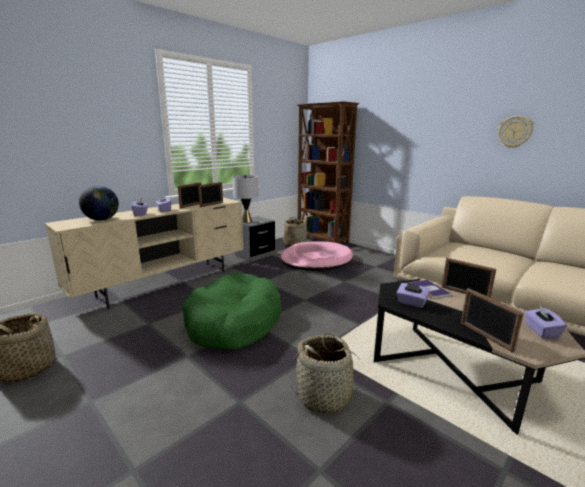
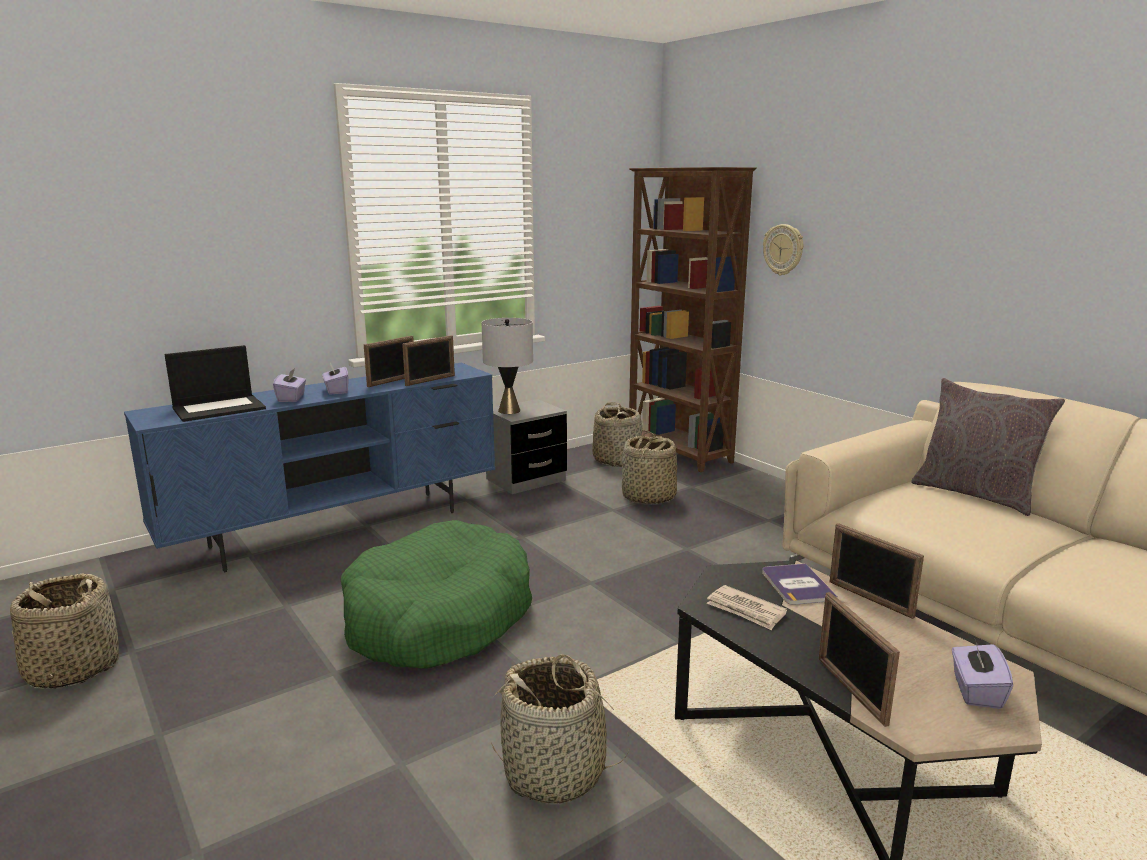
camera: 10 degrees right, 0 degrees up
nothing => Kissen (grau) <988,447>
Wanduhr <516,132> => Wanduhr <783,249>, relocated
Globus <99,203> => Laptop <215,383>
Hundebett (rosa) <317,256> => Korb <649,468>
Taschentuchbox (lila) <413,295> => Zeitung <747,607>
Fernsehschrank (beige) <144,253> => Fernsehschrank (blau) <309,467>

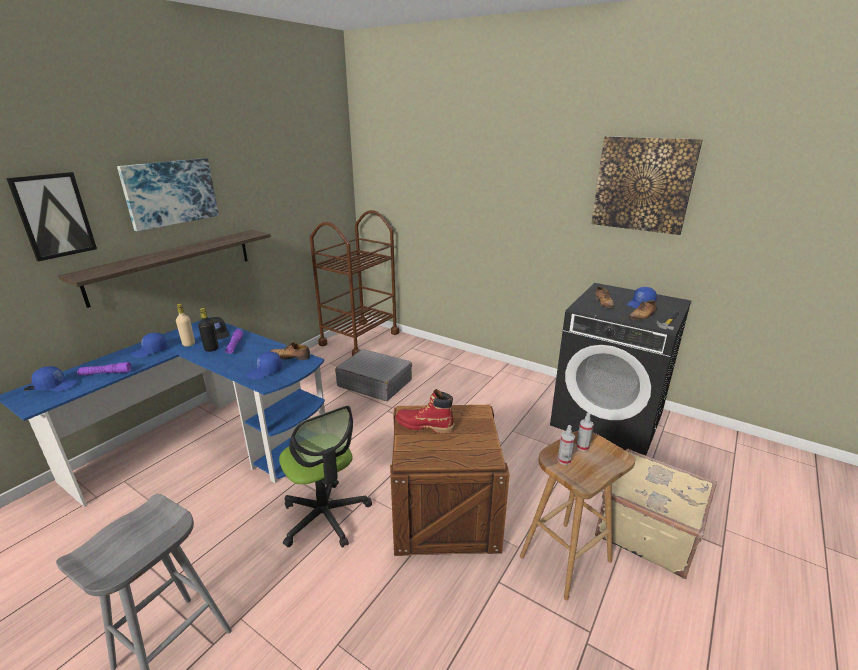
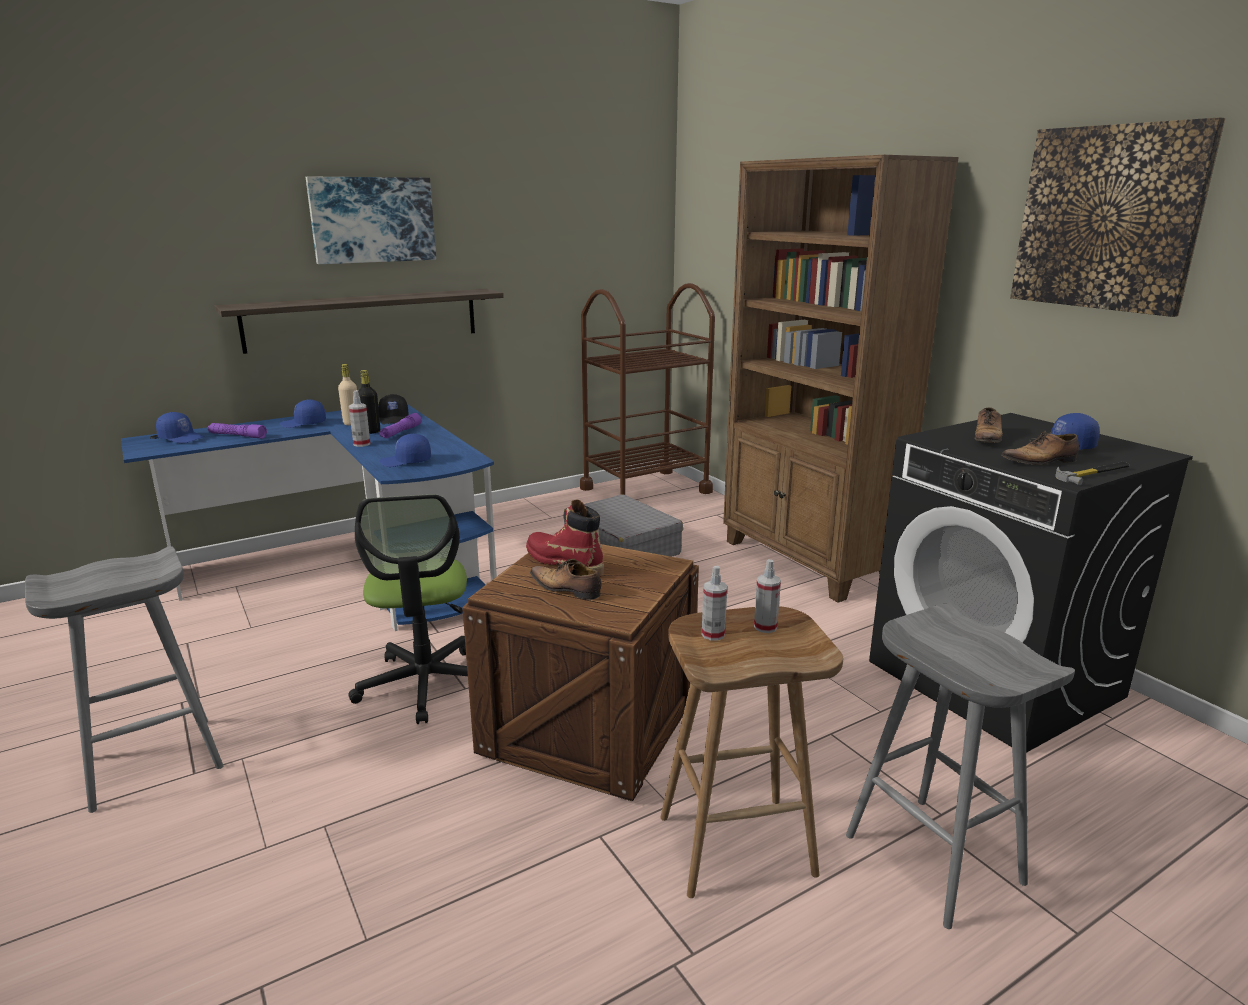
camera: 25 degrees right, 5 degrees down
Bild <51,216> => nothing
nothing => Sprühflasche <360,418>
nothing => Bücherregal (braun) <841,379>
Schuh <290,351> => Schuh <566,579>, relocated
Koffer (beige) <656,514> => Hocker (grau) <960,766>

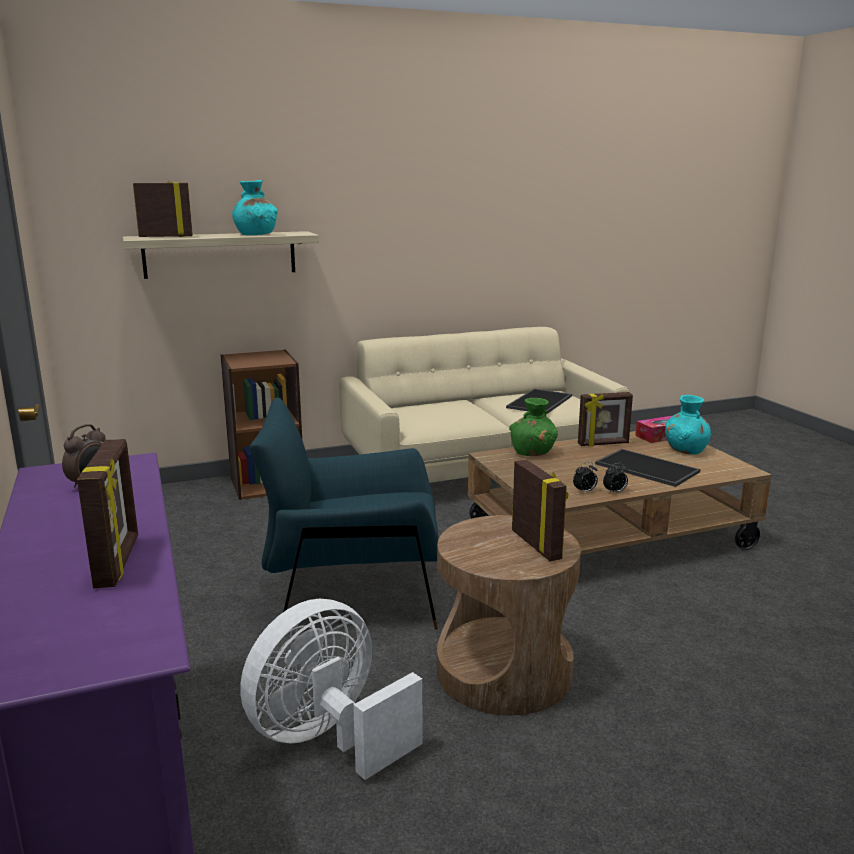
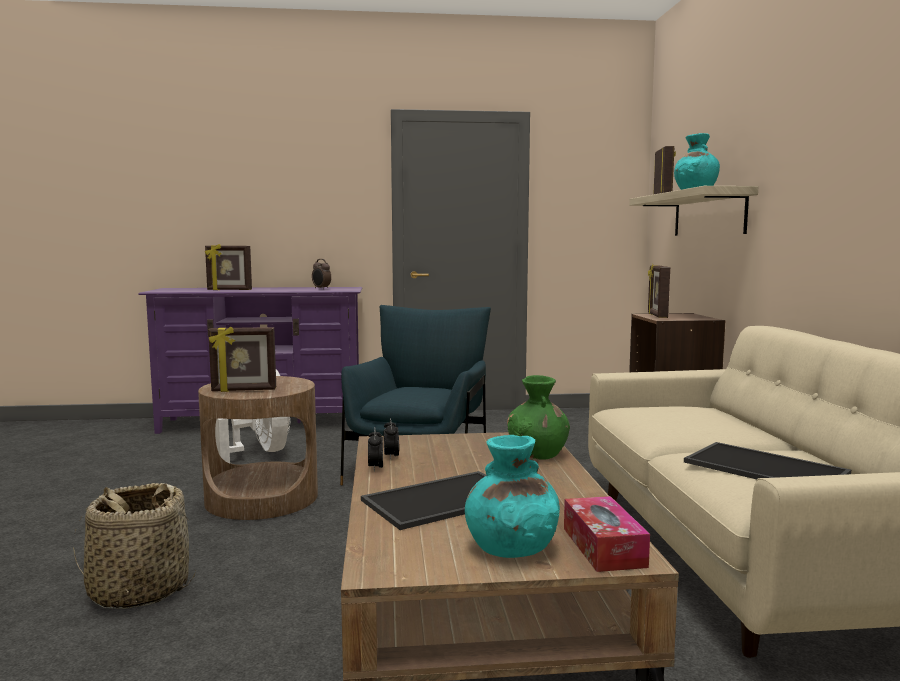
camera: 105 degrees right, 10 degrees down
nothing => Korb <134,546>
Bilderrahmen <605,419> => Bilderrahmen <659,291>, relocated

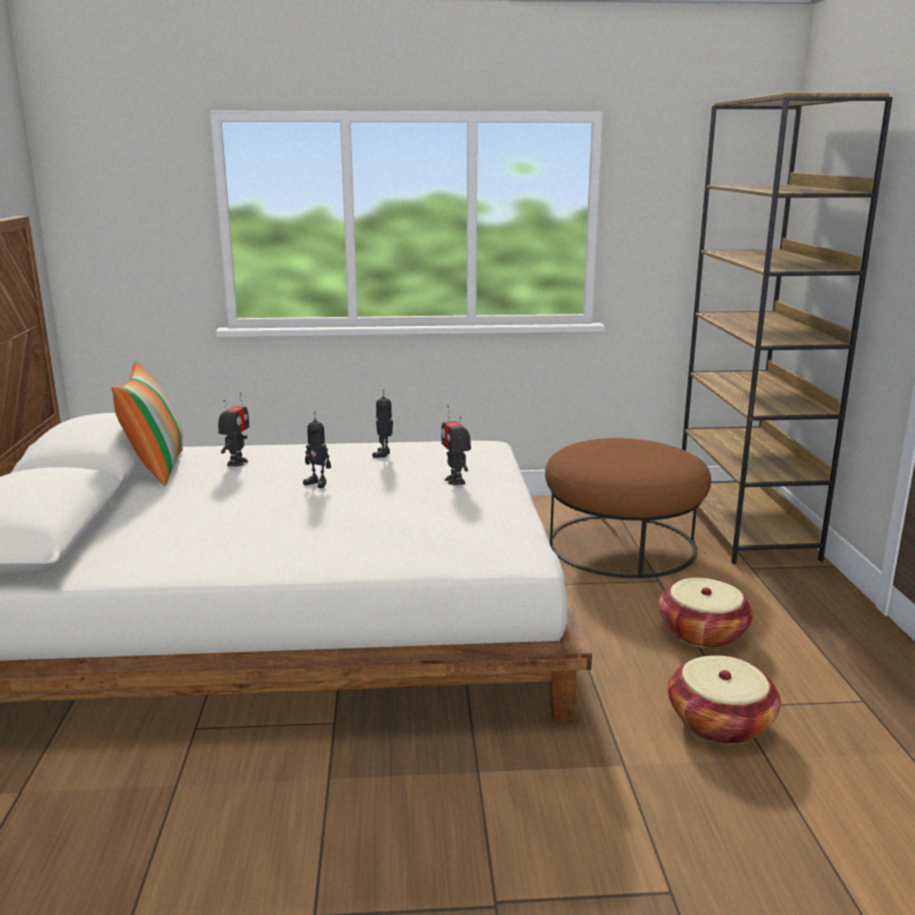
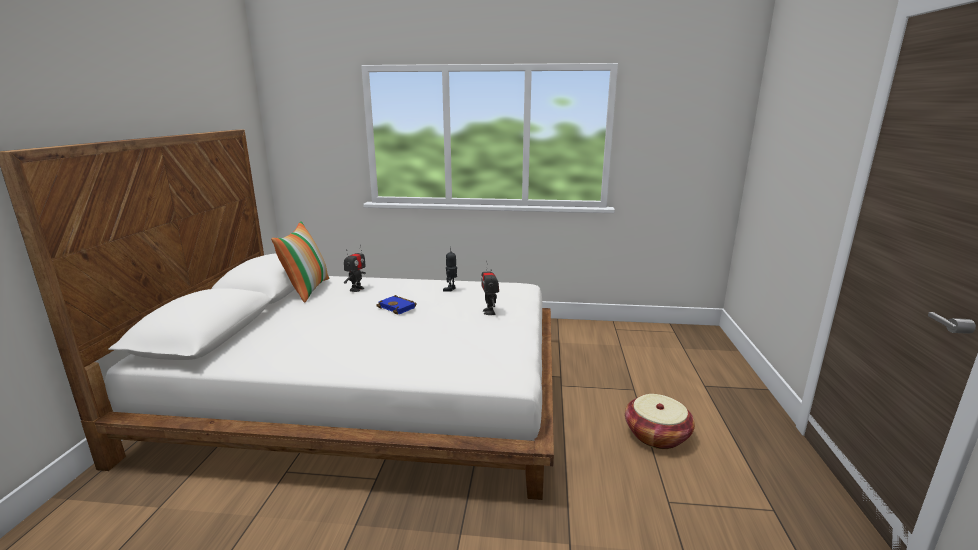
camera: 10 degrees right, 0 degrees up
Polsterhocker (braun) <628,508> => nothing
Korb <724,699> => nothing
Bücherregal (braun) <787,328> => nothing
Spielzeugroboter <317,450> => Buch (blau) <396,305>

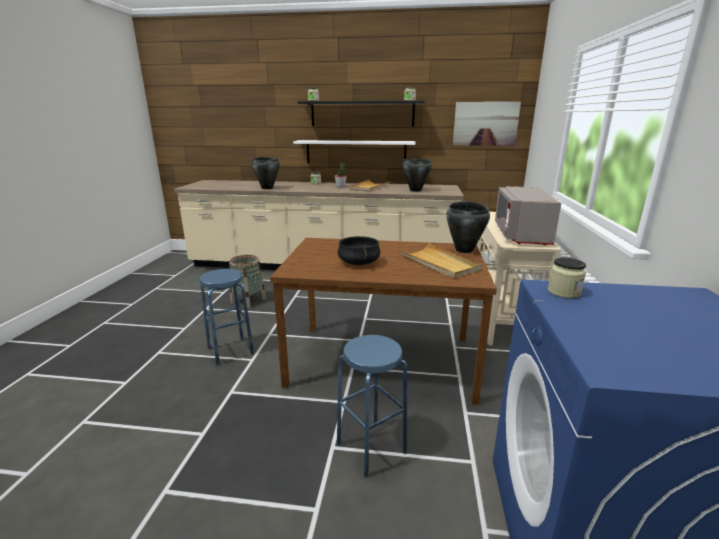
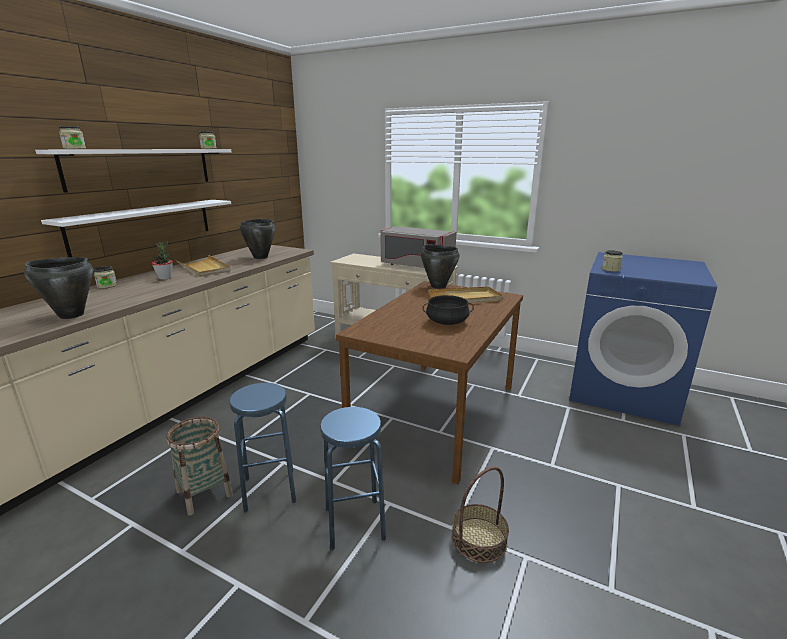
camera: 70 degrees left, 0 degrees up
Bild <487,124> => nothing
nothing => Korb <480,515>
Hocker (blau) <372,406> => Hocker (blau) <263,448>, relocated
Wandregal (schwarz) <361,114> => Wandregal (weiß) <133,171>

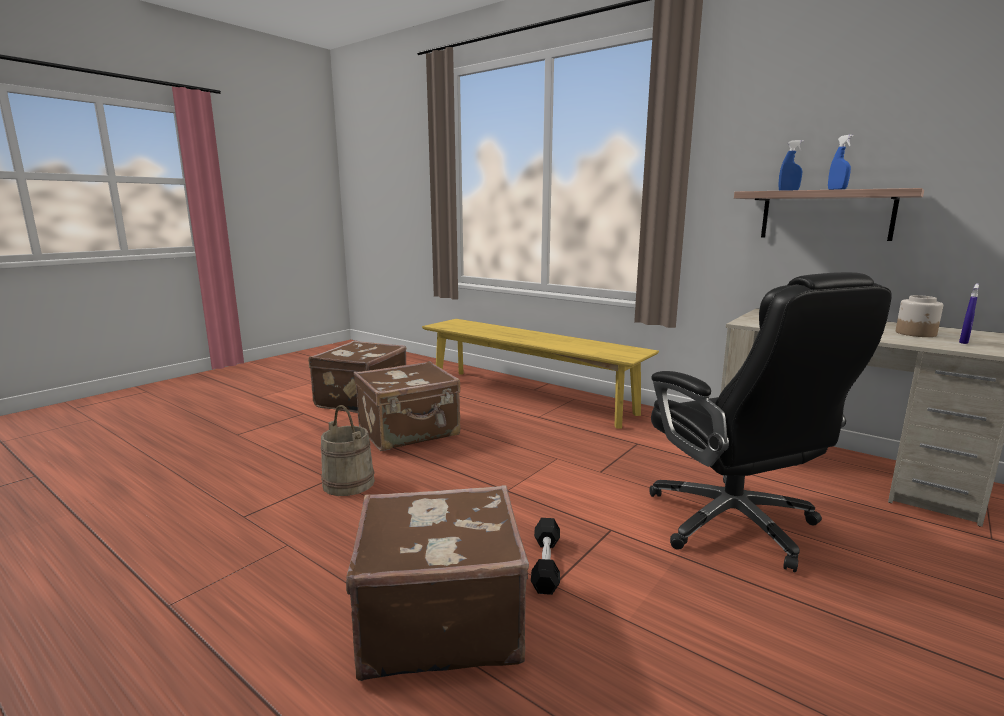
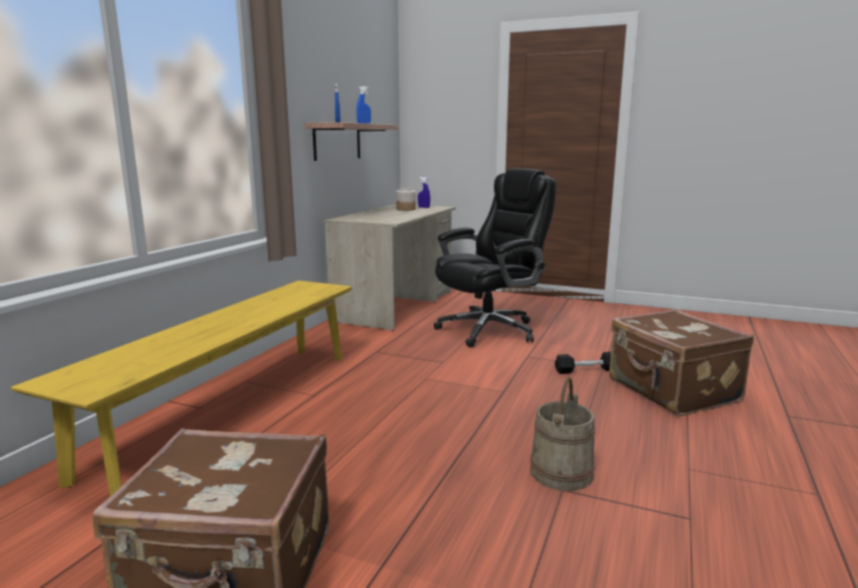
camera: 105 degrees left, 0 degrees up
Koffer (braun) <407,406> => nothing

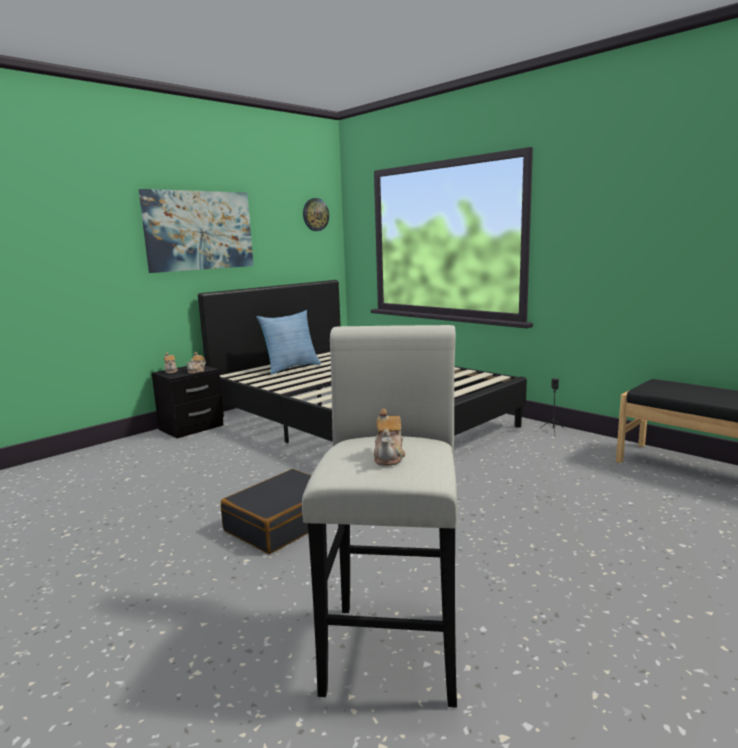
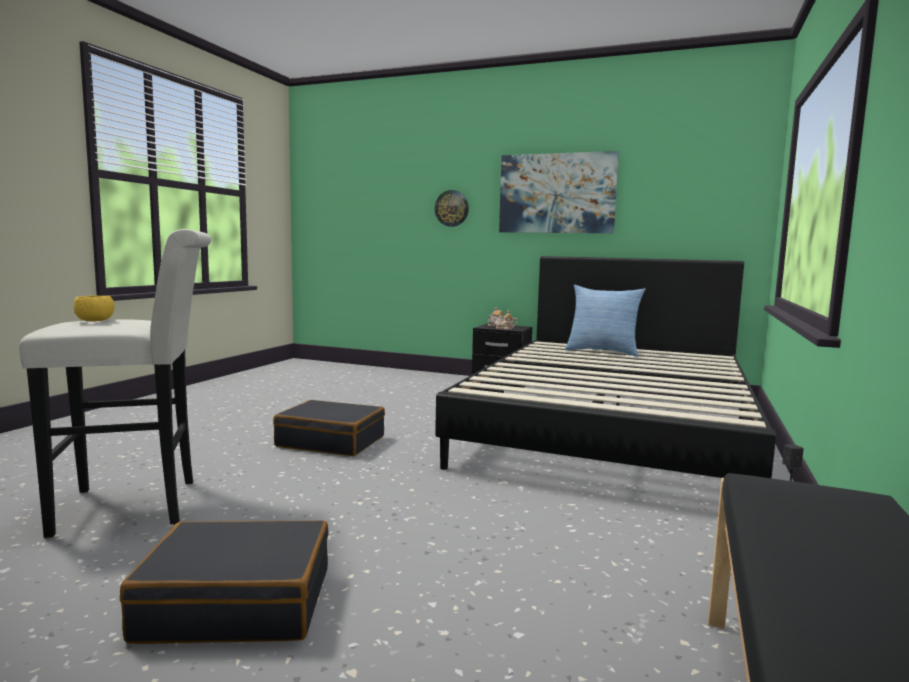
camera: 65 degrees right, 5 degrees down
nothing => Koffer (schwarz) <224,582>
Wanduhr <316,214> => Wanduhr <452,208>, relocated
Teekanne <389,437> => Schüssel (gelb) <94,308>

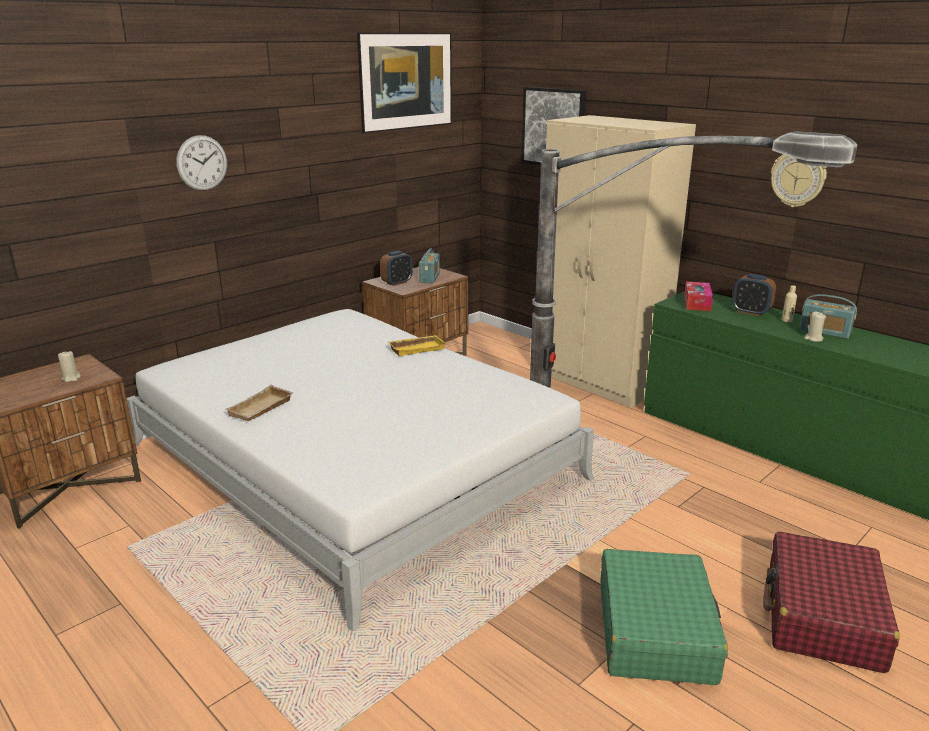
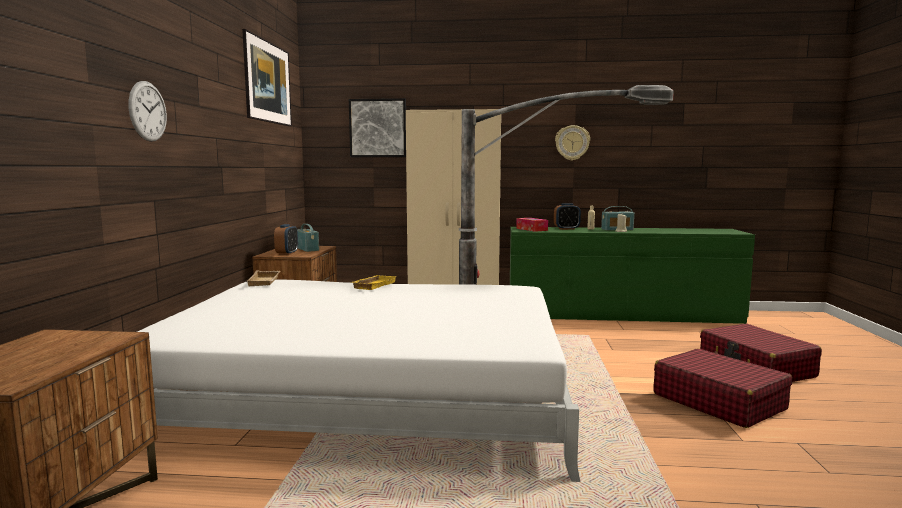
camera: 40 degrees left, 15 degrees down
Kerze (beige) <69,366> => nothing
Tablett (beige) <260,403> => Tablett (beige) <263,278>, relocated
Koffer (grün) <664,617> => Koffer (rot) <723,388>

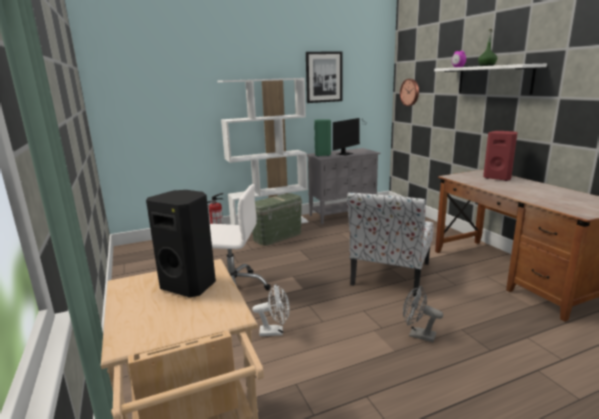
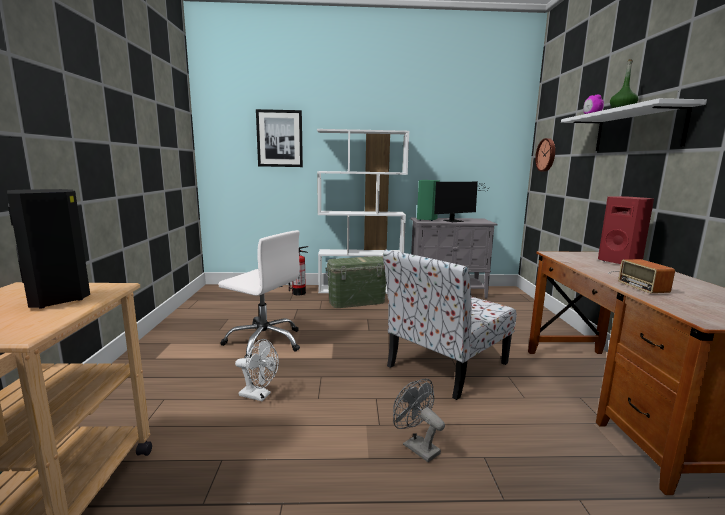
camera: 20 degrees right, 5 degrees down
nothing => Radio <641,276>
Bild <324,77> => Bild <279,138>, relocated

